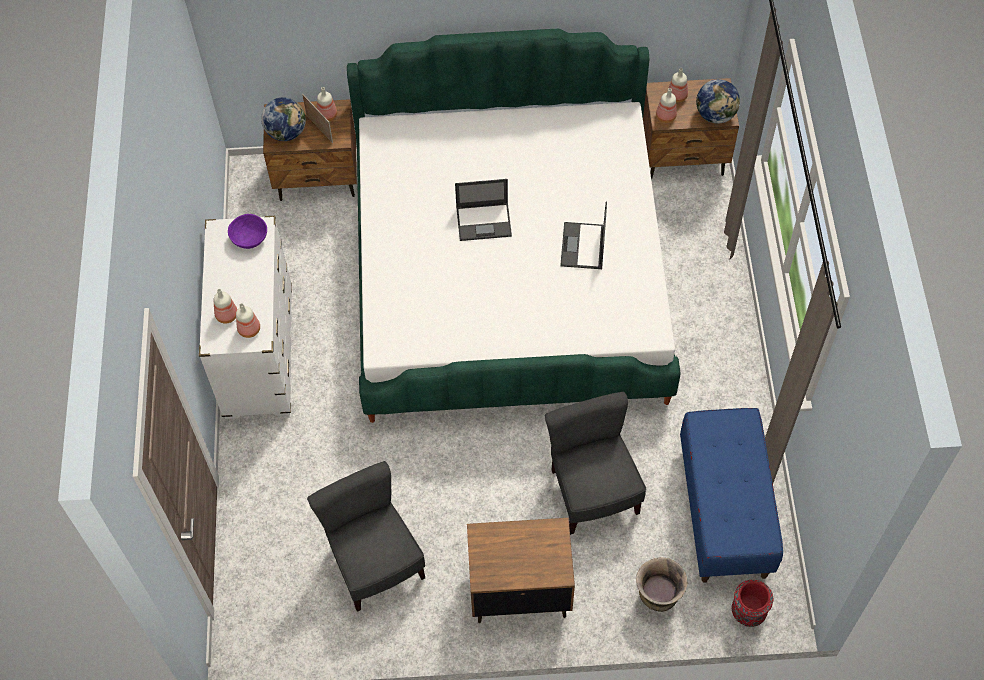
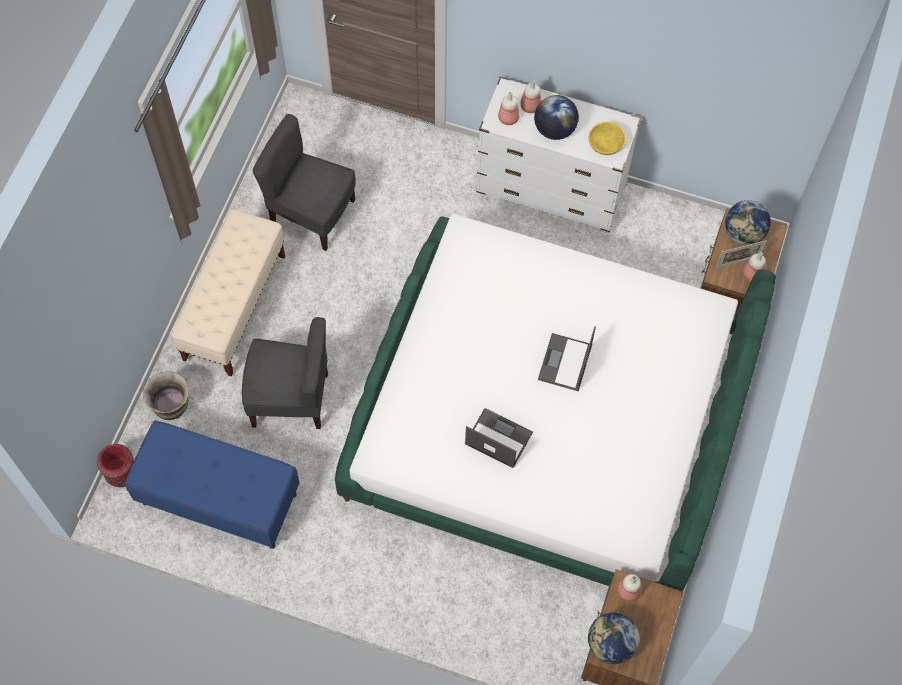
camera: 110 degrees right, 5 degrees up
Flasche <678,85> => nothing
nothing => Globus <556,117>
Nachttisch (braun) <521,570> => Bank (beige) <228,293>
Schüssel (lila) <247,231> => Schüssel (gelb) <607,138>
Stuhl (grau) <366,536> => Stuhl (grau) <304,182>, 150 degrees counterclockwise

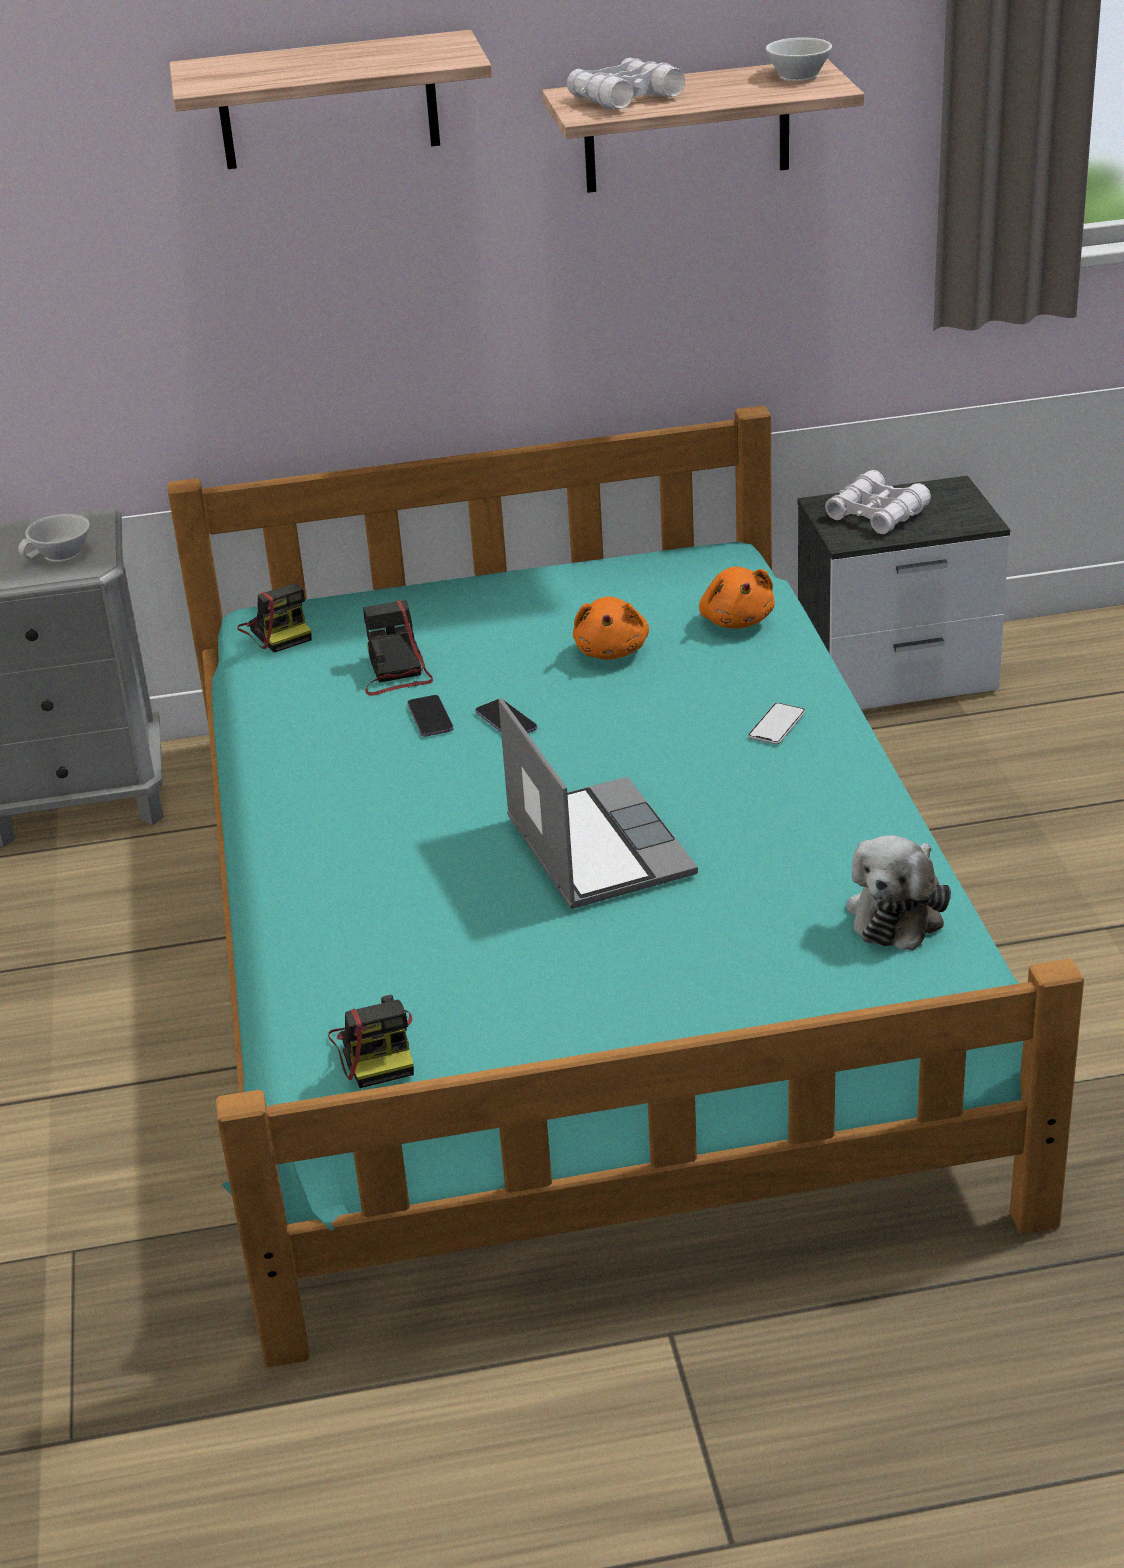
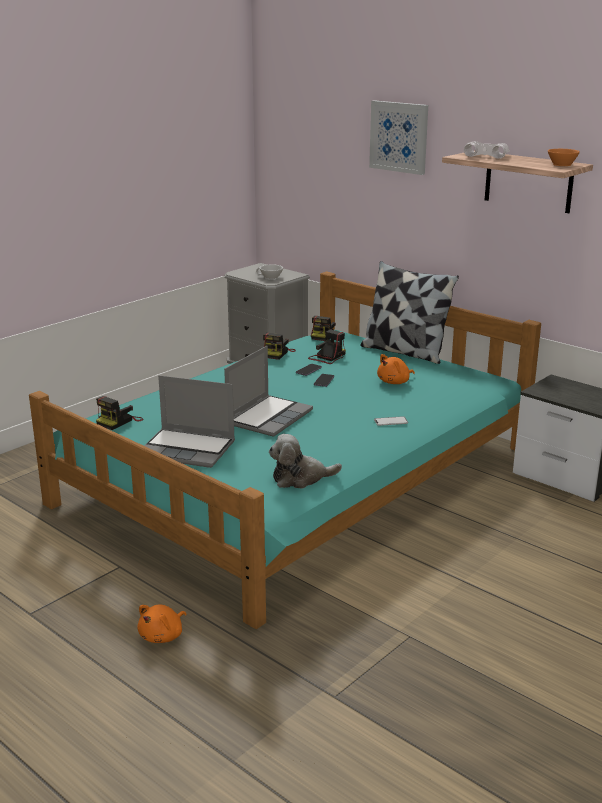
camera: 50 degrees right, 10 degrees down
Fernglas (weiß) <878,502> => nothing
nothing => Laptop <189,421>
nothing => Kamera <279,346>
nothing => Kissen <409,312>
Plüschtier (orange) <737,598> => Plüschtier (orange) <162,624>, relocated
Wandregal <330,99> => Bild <398,137>
Tasse (weiß) <799,59> => Tasse (orange) <564,157>

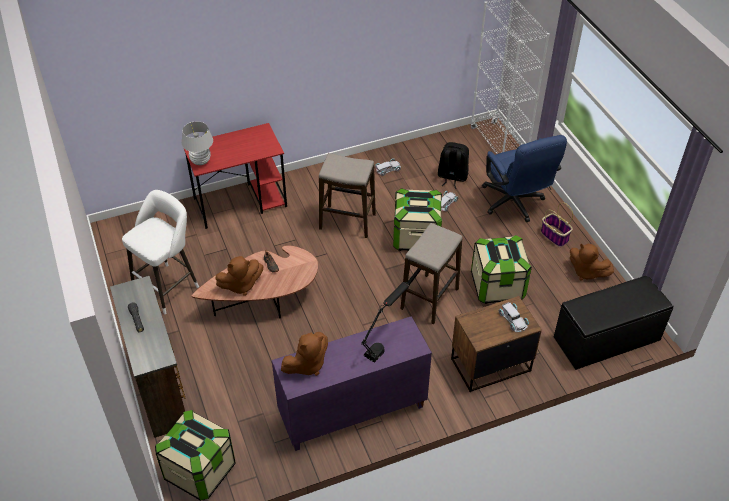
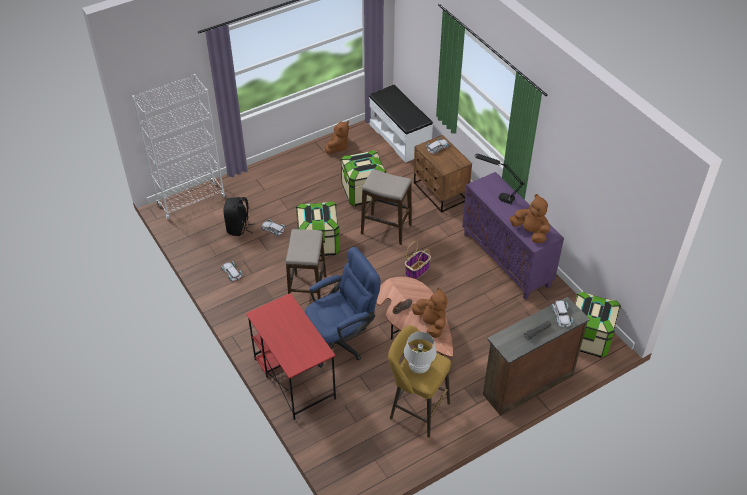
camera: 100 degrees left, 0 degrees up
nothing => Spielzeugauto (weiß) <562,313>
Tischlampe (weiß) <197,143> => Tischlampe (weiß) <420,353>, relocated
Bürostuhl (blau) <524,178> => Bürostuhl (blau) <343,307>, relocated
Korb <557,224> => Korb <418,260>, relocated
Hocker (weiß) <160,252> => Hocker (gelb) <419,381>
Bank (schwarz) <613,323> => Bank (weiß) <401,124>

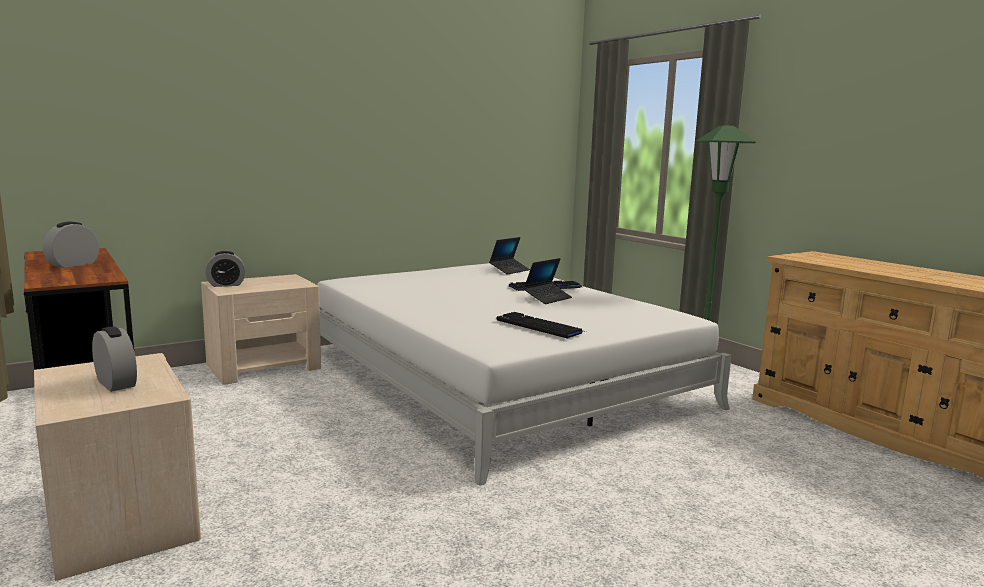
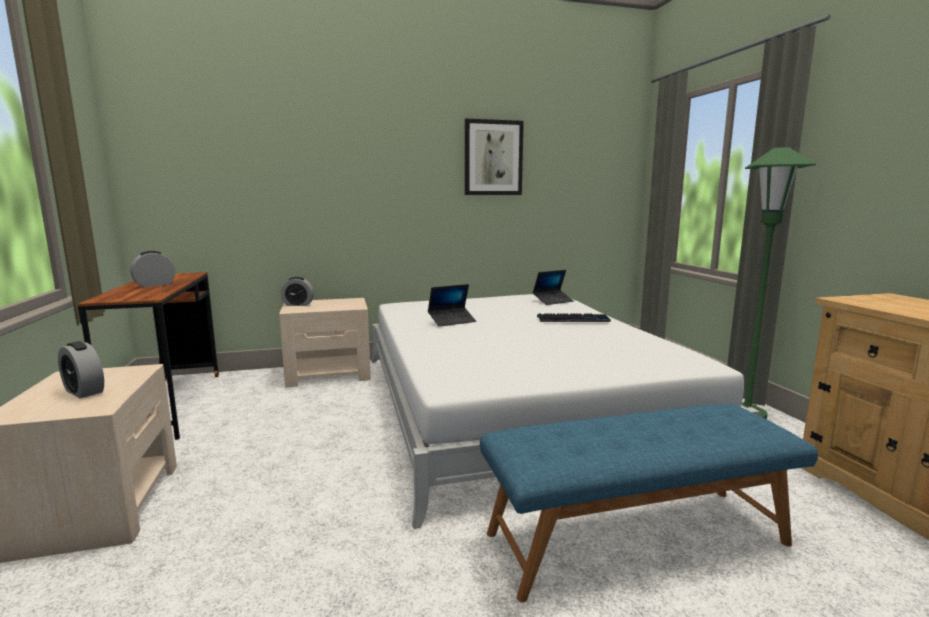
camera: 20 degrees right, 0 degrees up
Tastatur <541,325> => nothing
nothing => Bild <494,157>
nothing => Bank (blau) <649,503>
Laptop <547,281> => Laptop <452,305>, relocated
Wecker <114,359> => Wecker <81,369>, 150 degrees clockwise

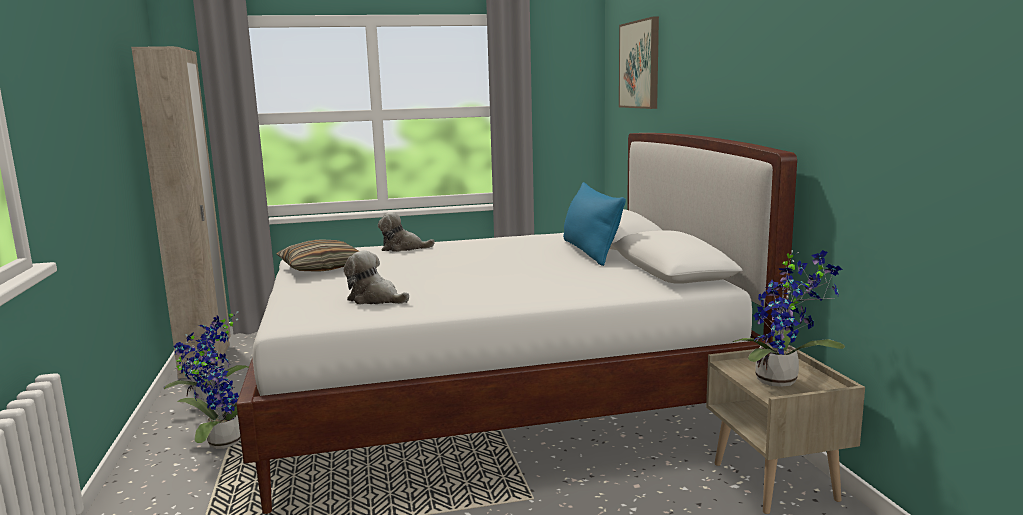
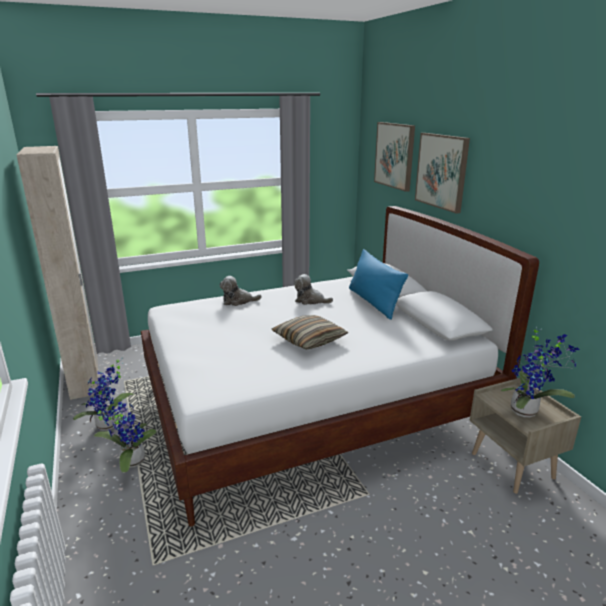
camera: 10 degrees left, 10 degrees up
nothing => Bild <442,173>
Kissen <317,255> => Kissen <310,332>, relocated
Plüschtier <376,277> => Plüschtier <313,289>, relocated

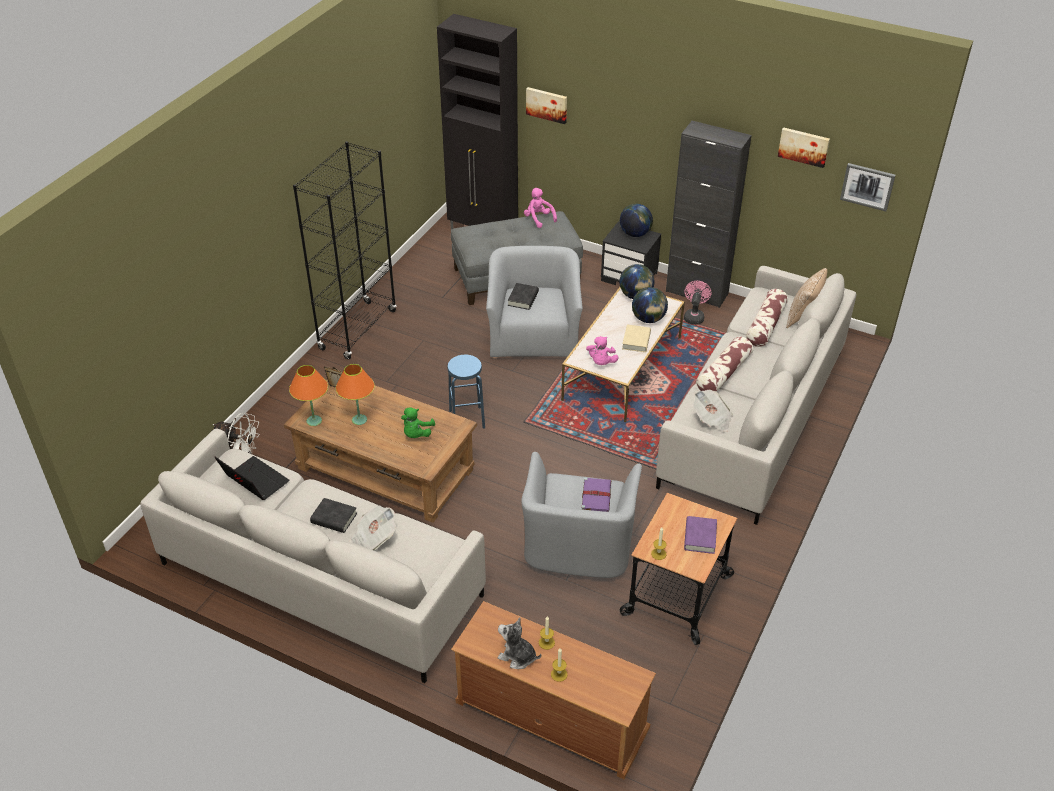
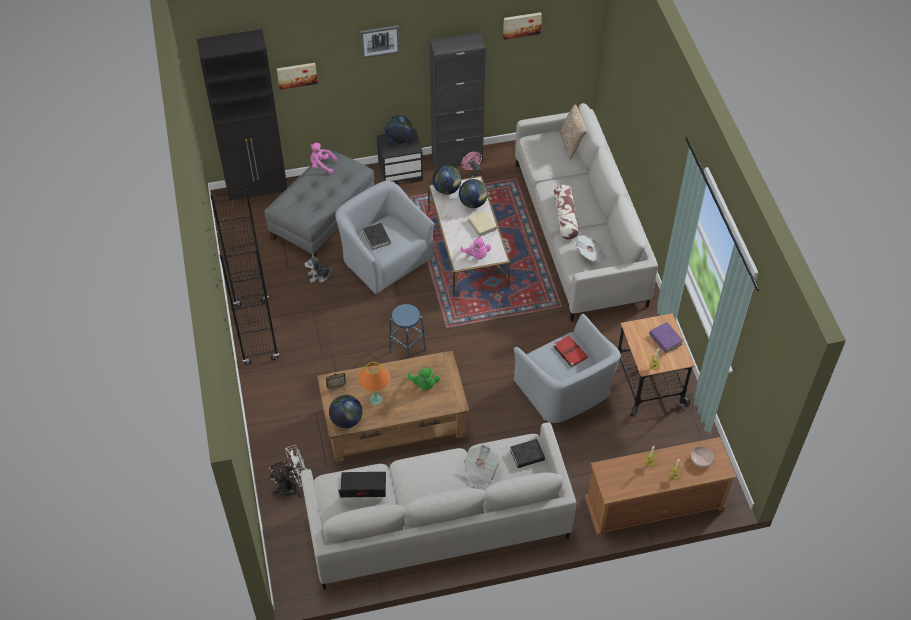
camera: 40 degrees left, 10 degrees up
Kissen <767,318> => nothing
nothing => Schüssel <702,456>
Buch (schwarz) <333,515> => Buch (schwarz) <527,453>, relocated
Plüschtier <519,643> => Plüschtier <318,268>, relocated
Bild <867,187> => Bild <380,41>, relocated
Tischlampe (orange) <308,395> => Globus <346,411>
Buch (lila) <596,494> => Buch (rot) <570,352>

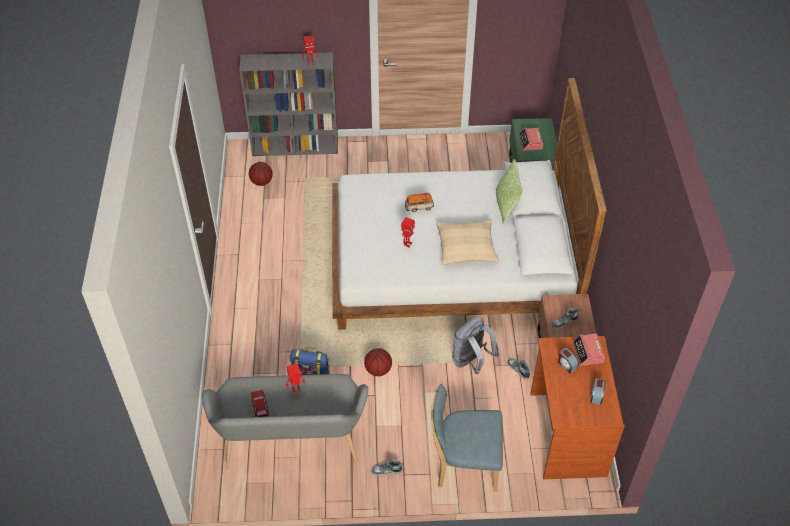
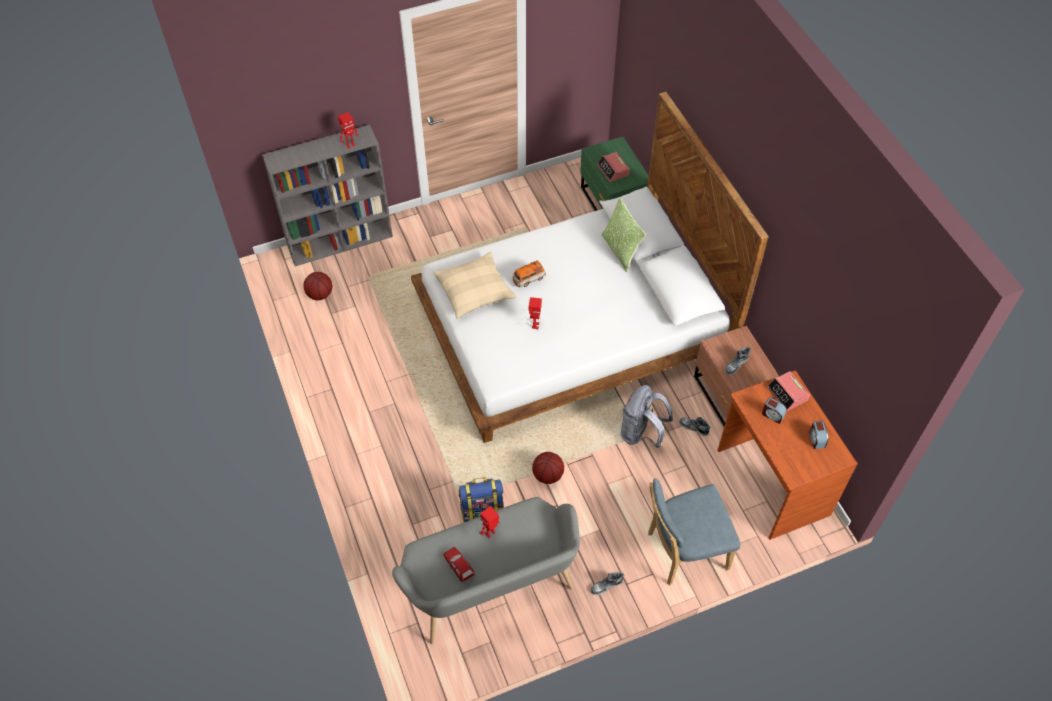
camera: 20 degrees left, 5 degrees up
Kissen (beige) <467,242> => Kissen (beige) <474,285>, relocated

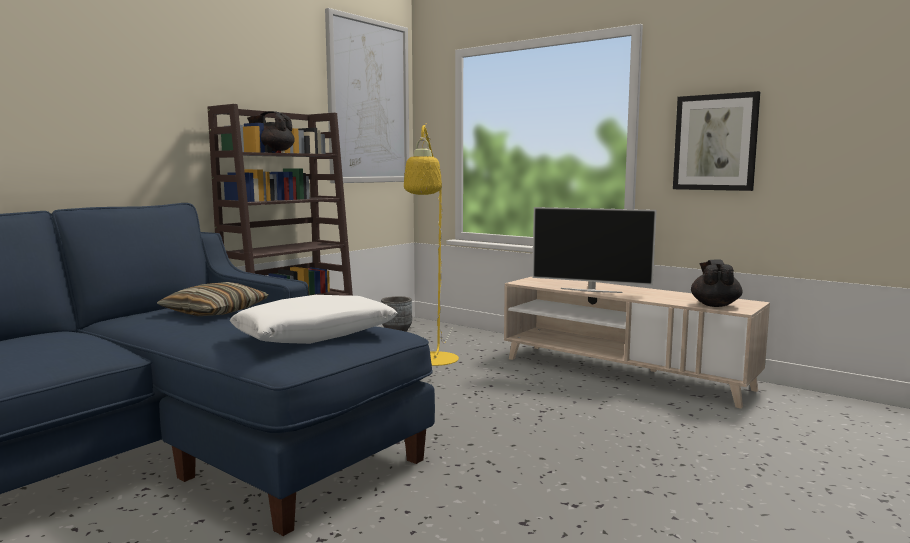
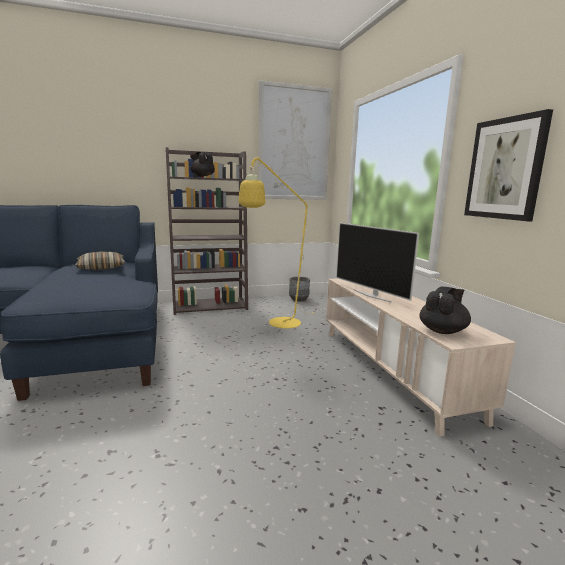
camera: 35 degrees right, 5 degrees up
Kissen (weiß) <314,319> => nothing

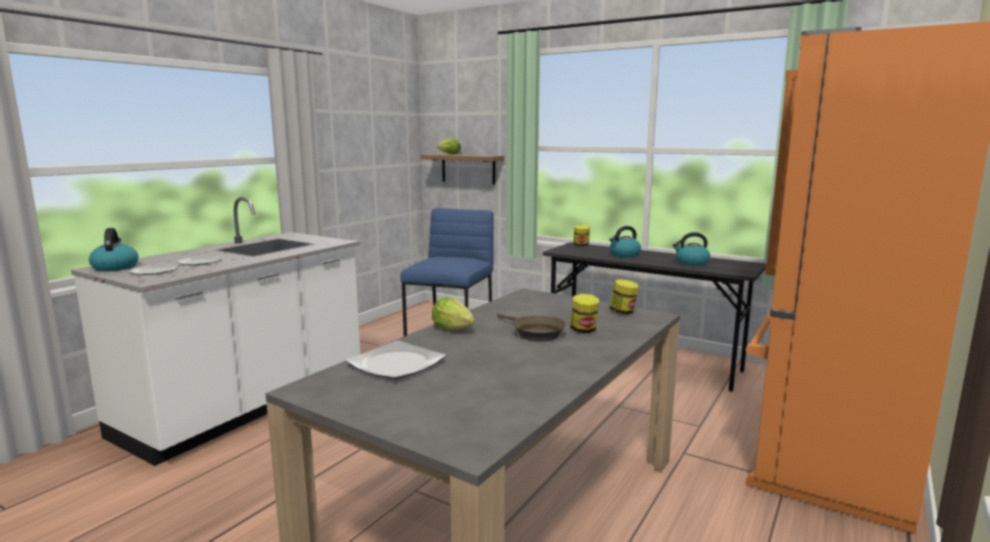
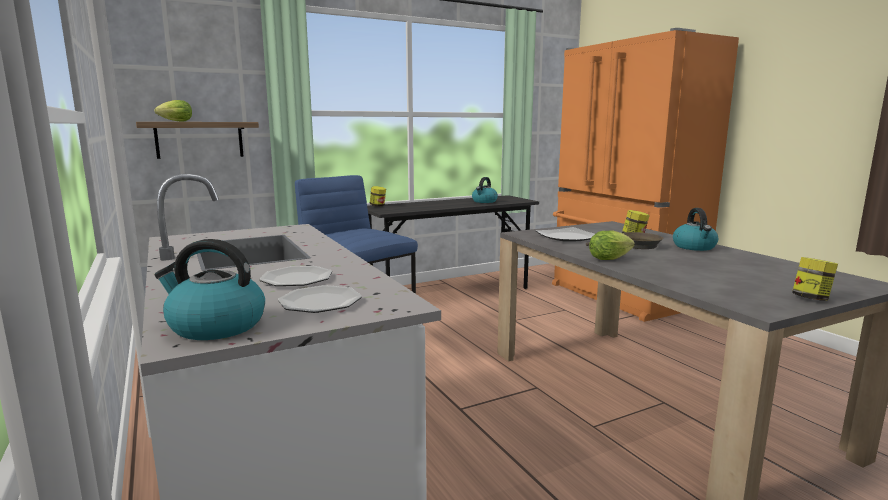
camera: 60 degrees left, 0 degrees up
Teller <395,360> => Teller <565,234>, relocated
Wasserkessel <625,241> => Wasserkessel <695,229>, relocated
Vorratsglas <624,296> => Vorratsglas <815,279>, relocated

